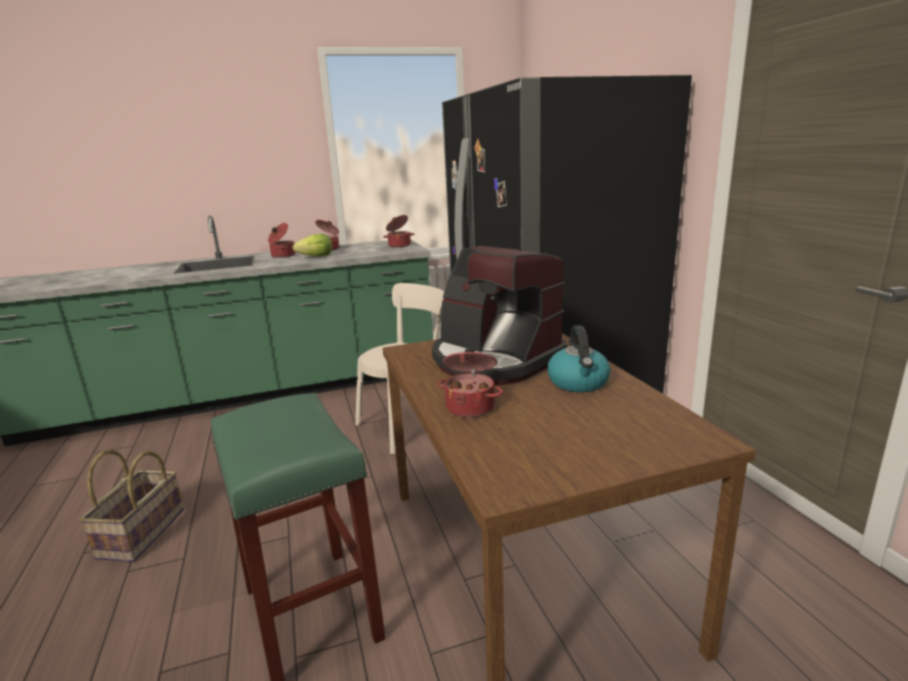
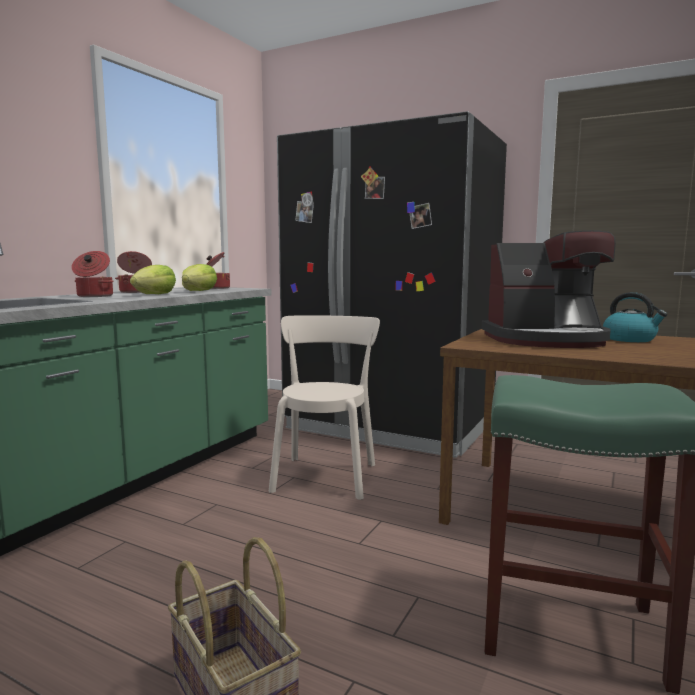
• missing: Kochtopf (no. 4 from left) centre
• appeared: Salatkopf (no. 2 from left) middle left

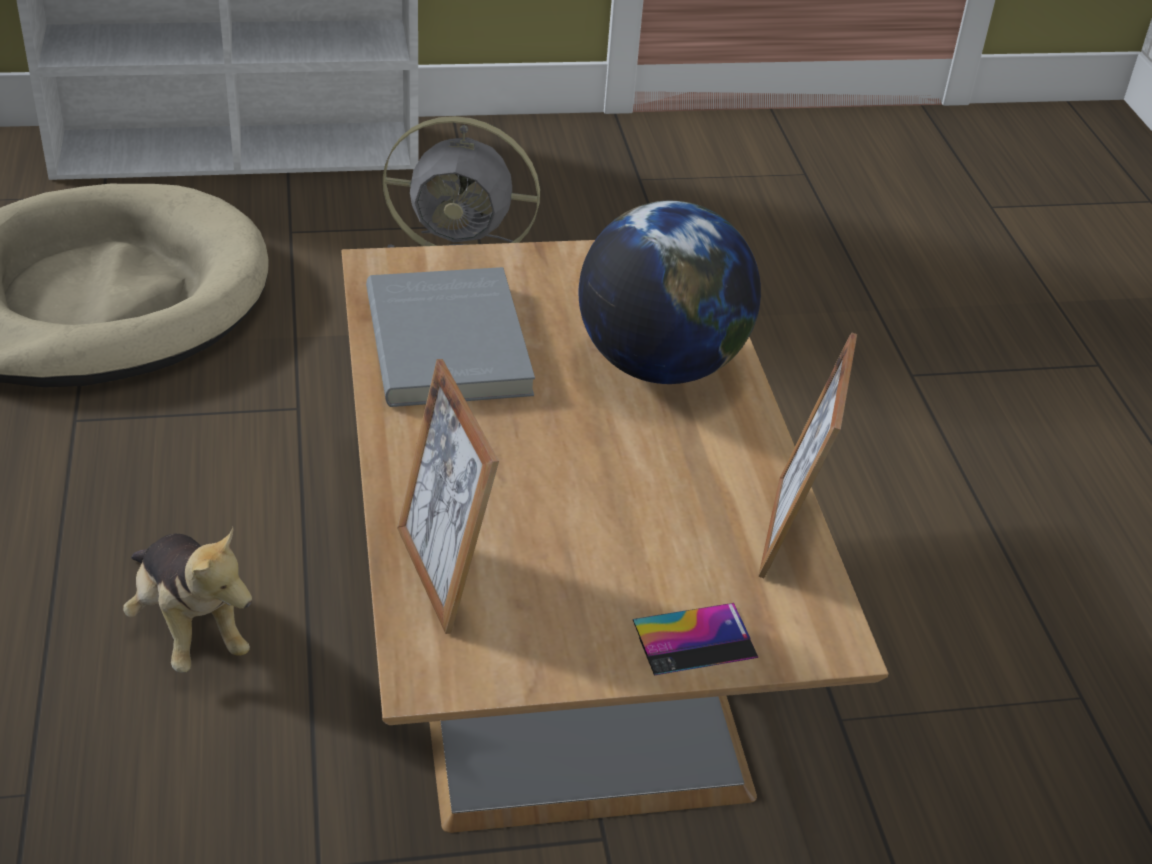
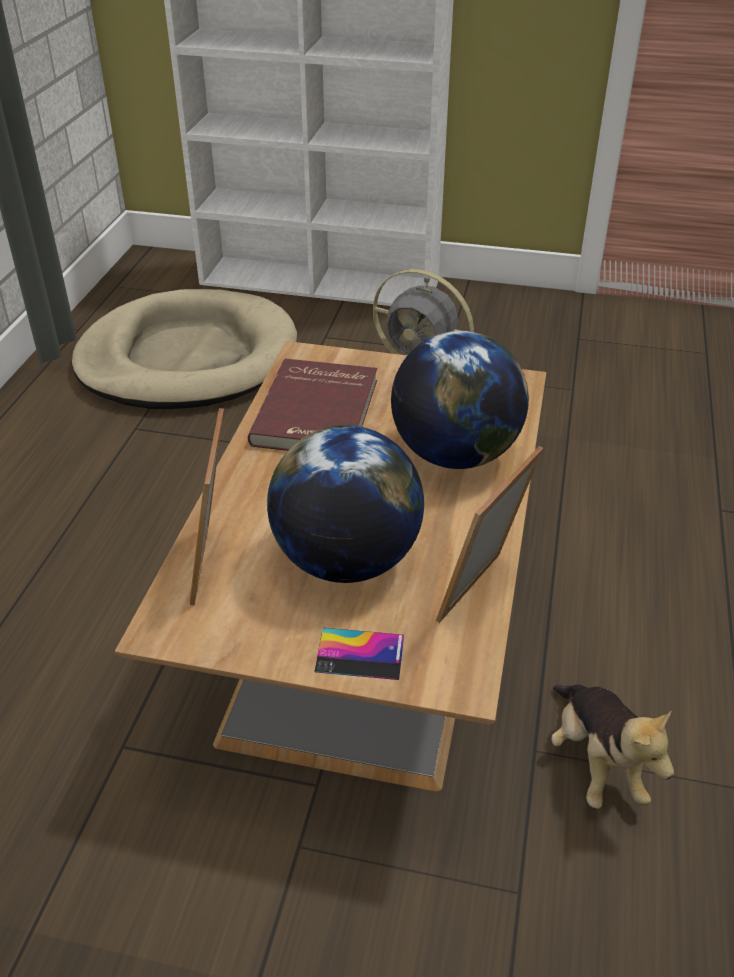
• colour: Buch/grau centre to Buch/rot centre
• relocated: Plüschtier bottom left to bottom right
• appeared: Globus (no. 1 from left) centre

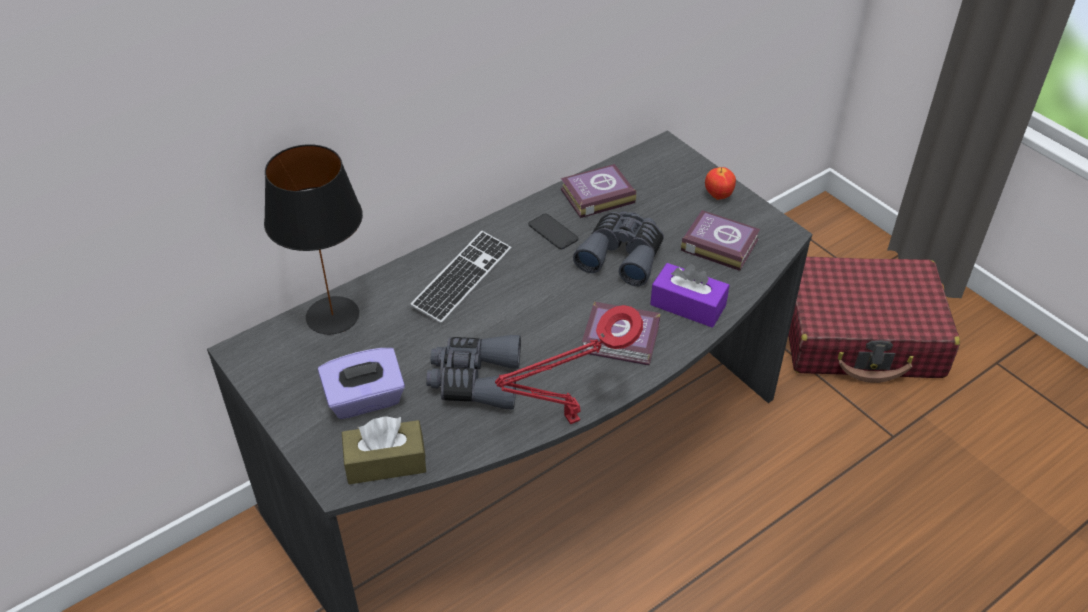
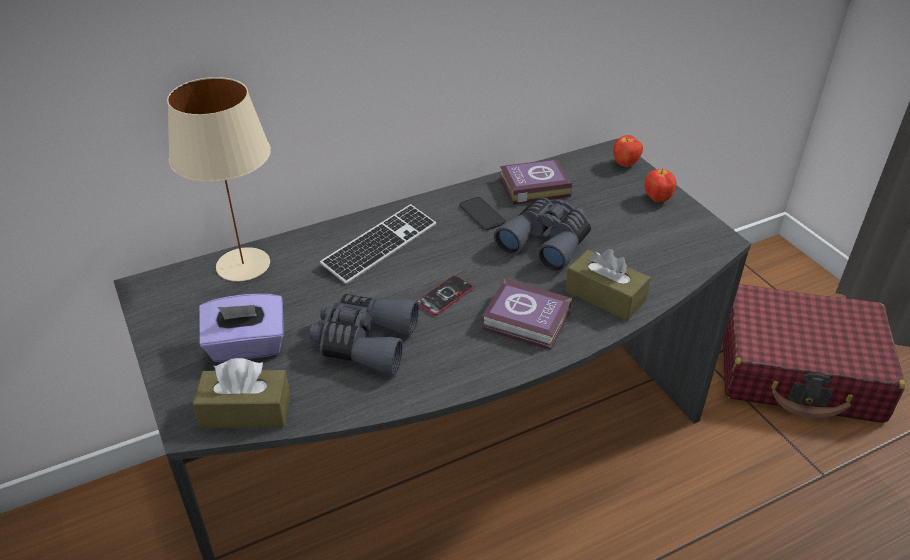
• colour: Tischlampe/schwarz middle left to Tischlampe/beige top left
• missing: Buch (no. 3 from left) centre
• colour: Taschentuchbox/lila (no. 2 from left) centre to Taschentuchbox/braun (no. 2 from left) middle right
• missing: Tischlampe/rot centre
• appeared: Apfel (no. 1 from left) top right
• appeared: Handy (no. 1 from left) centre

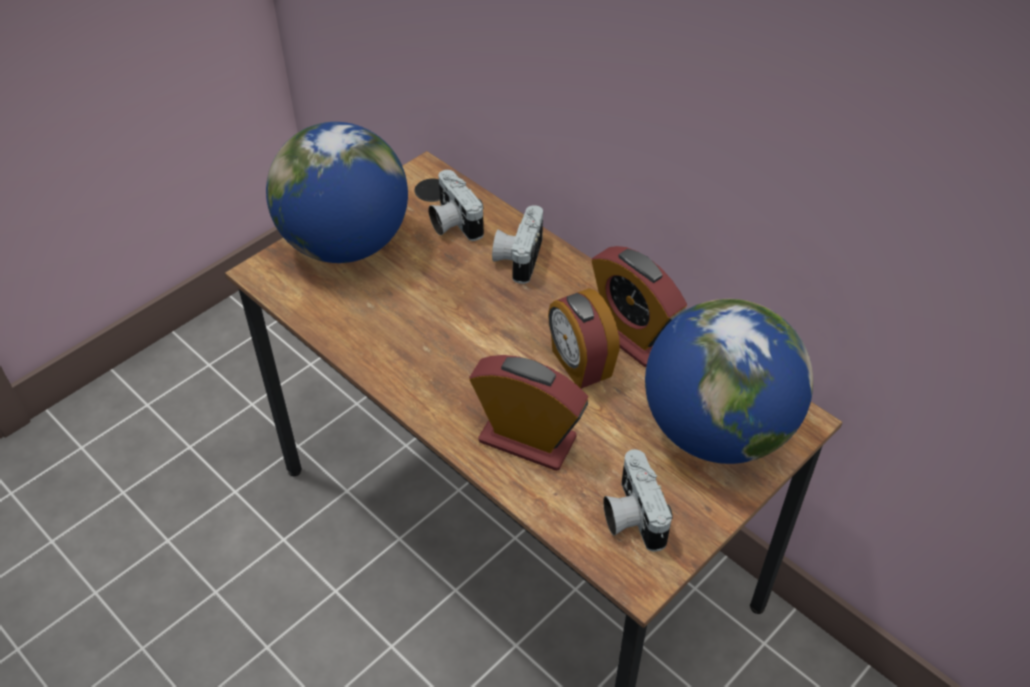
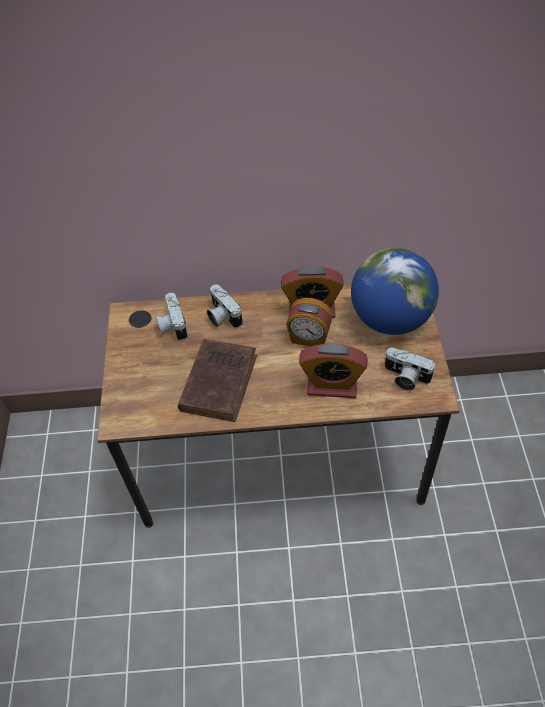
• missing: Globus (no. 1 from left) top left
• spun: Kamera (no. 1 from left) top centre = middle left 60 degrees clockwise
• spun: Wecker (no. 1 from left in the first image) centre = centre 150 degrees counterclockwise
• appeared: Buch/braun centre

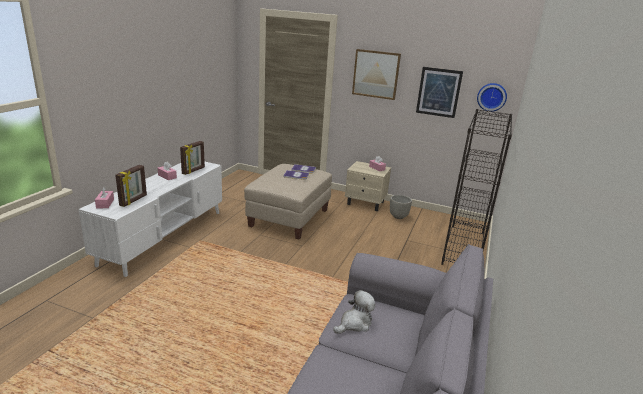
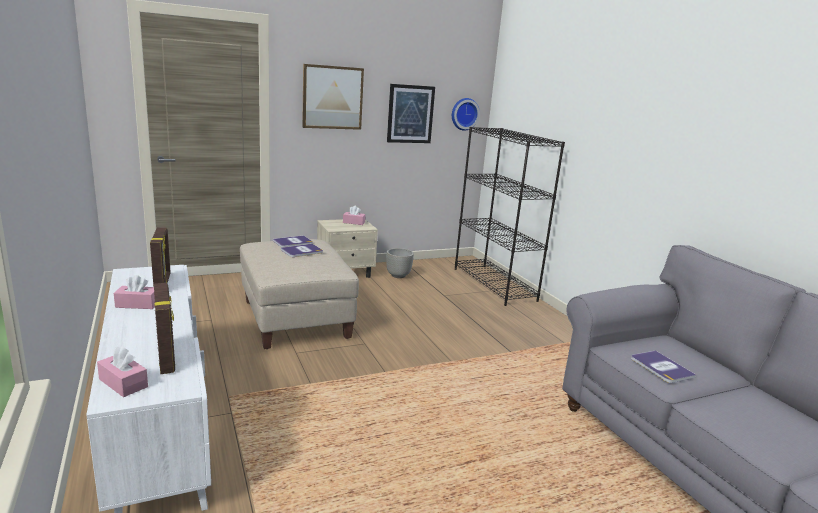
• exchanged: Plüschtier bottom centre to Buch (no. 3 from left) bottom right

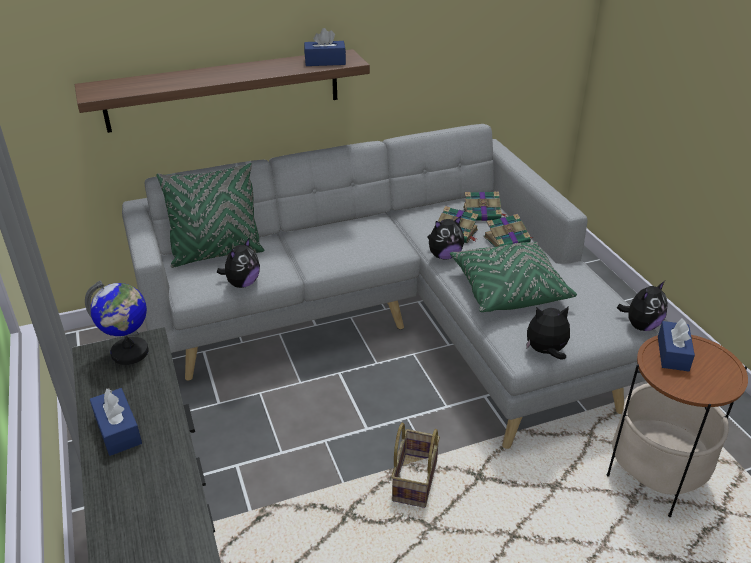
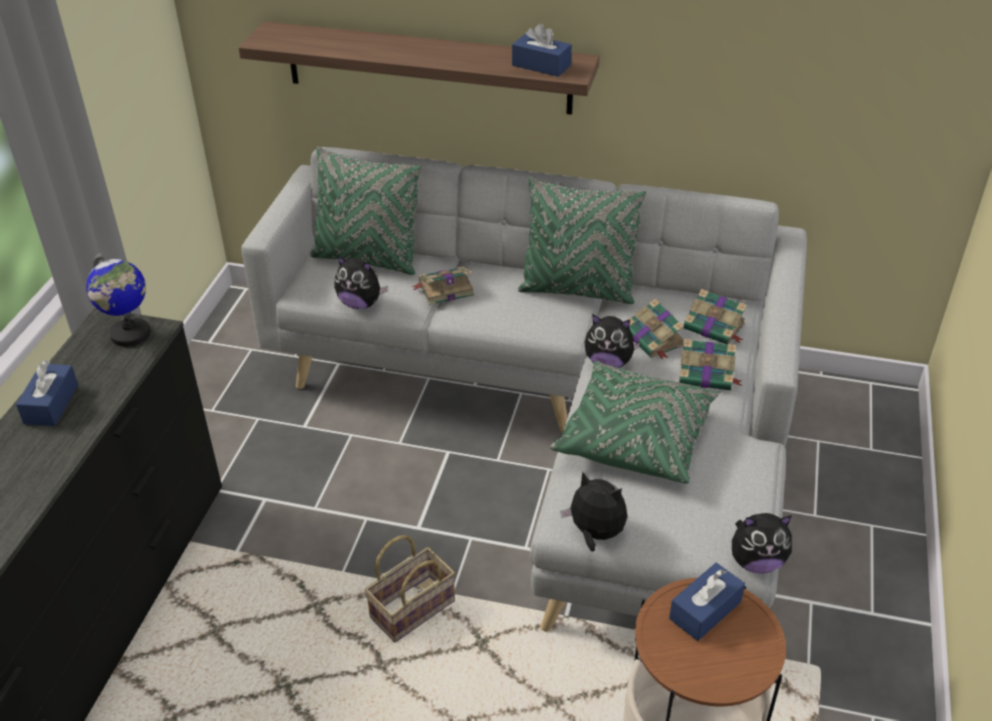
• spun: Plüschtier (no. 1 from left) middle left = centre 45 degrees clockwise
• appeared: Kissen/grün (no. 2 from left) top centre
• appeared: Buch (no. 1 from left) centre

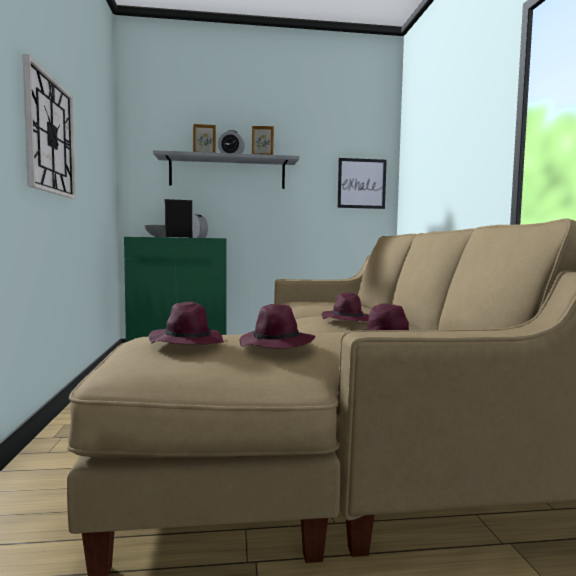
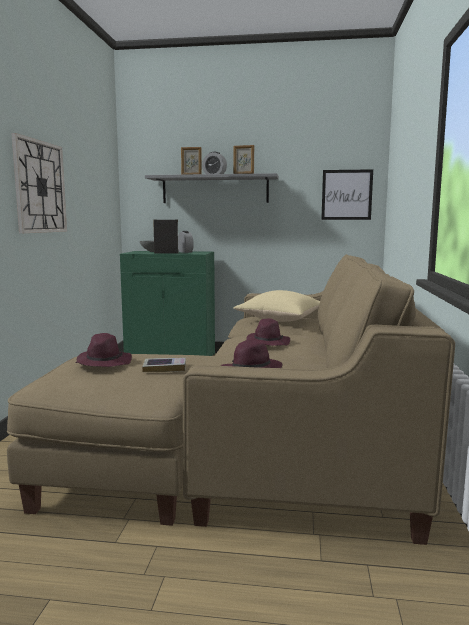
• exchanged: Hut/lila (no. 2 from left) centre to Buch centre
• appeared: Kissen/beige centre

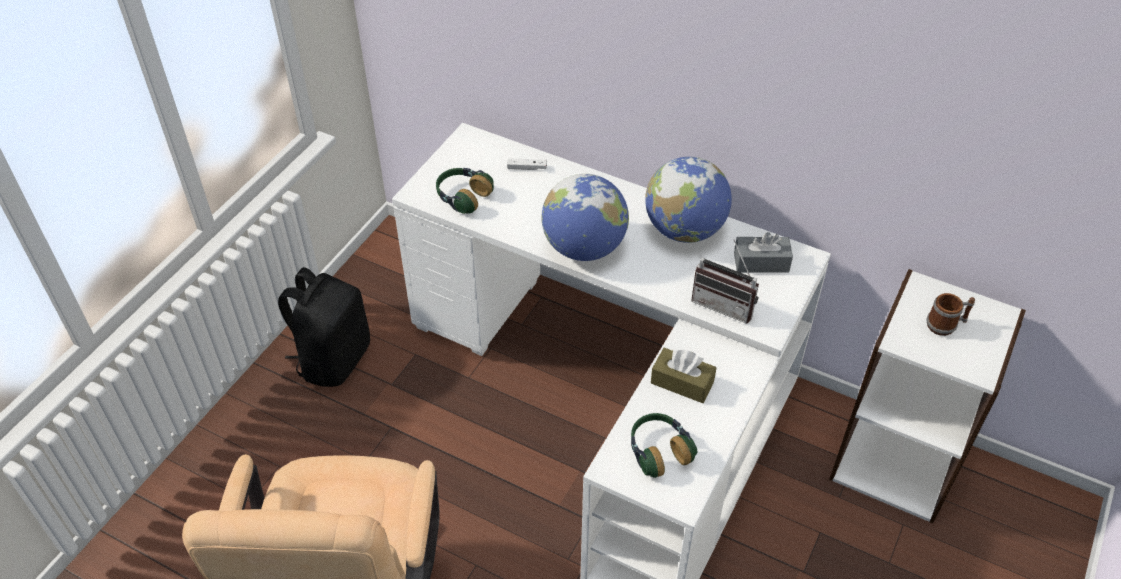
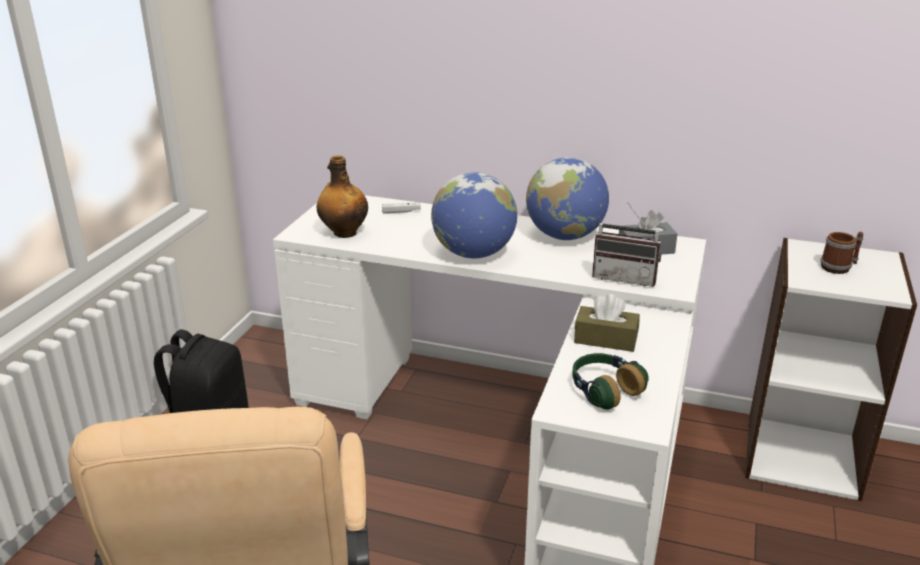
• exchanged: Kopfhörer (no. 1 from left) top centre to Flasche centre

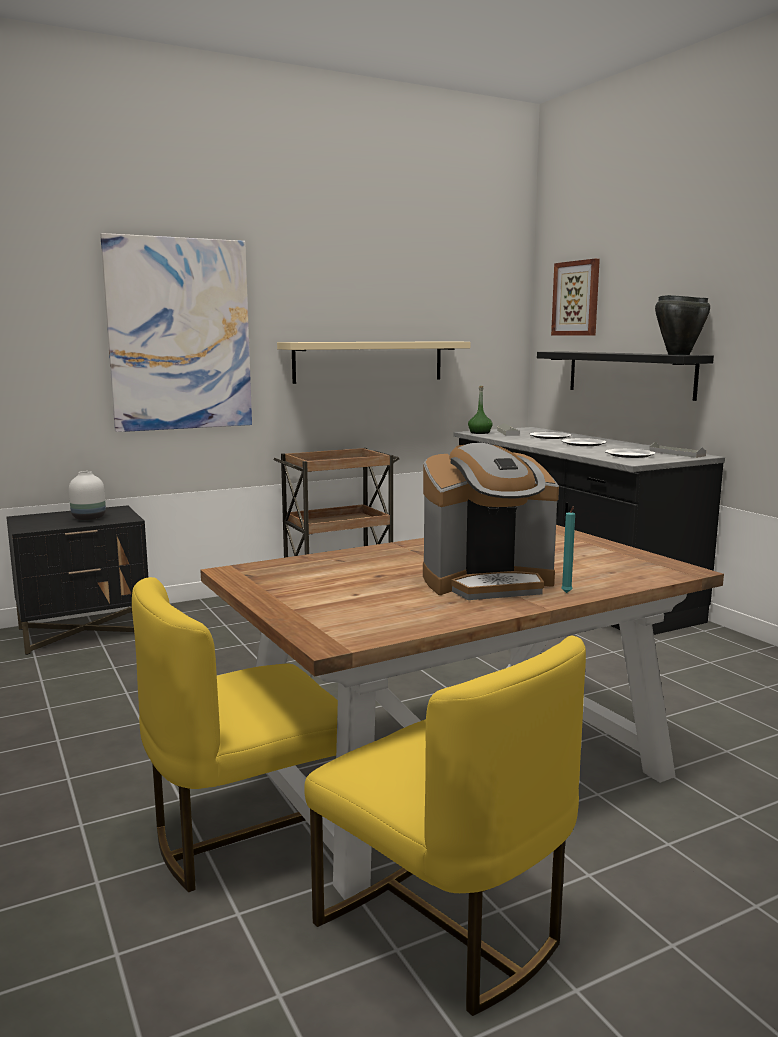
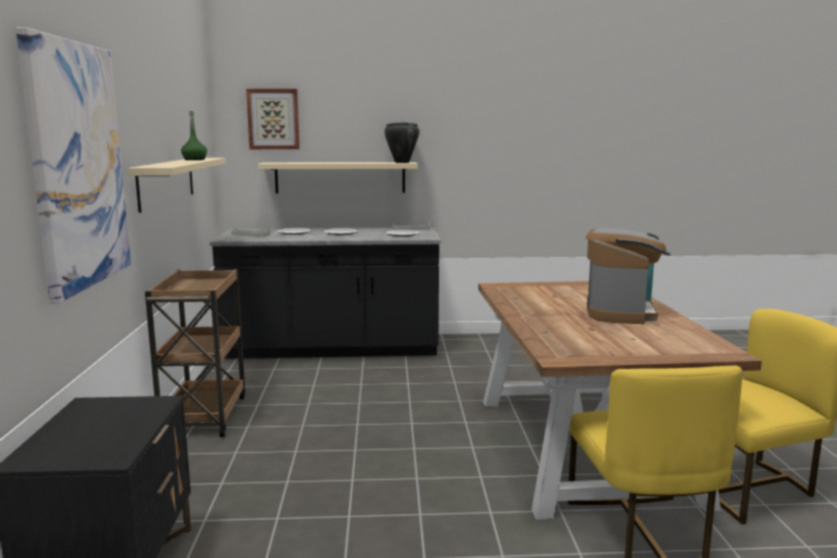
• colour: Wandregal/schwarz middle right to Wandregal/beige (no. 2 from left) top centre
• relocated: Flasche/grün centre to top left
• missing: Vase/weiß middle left

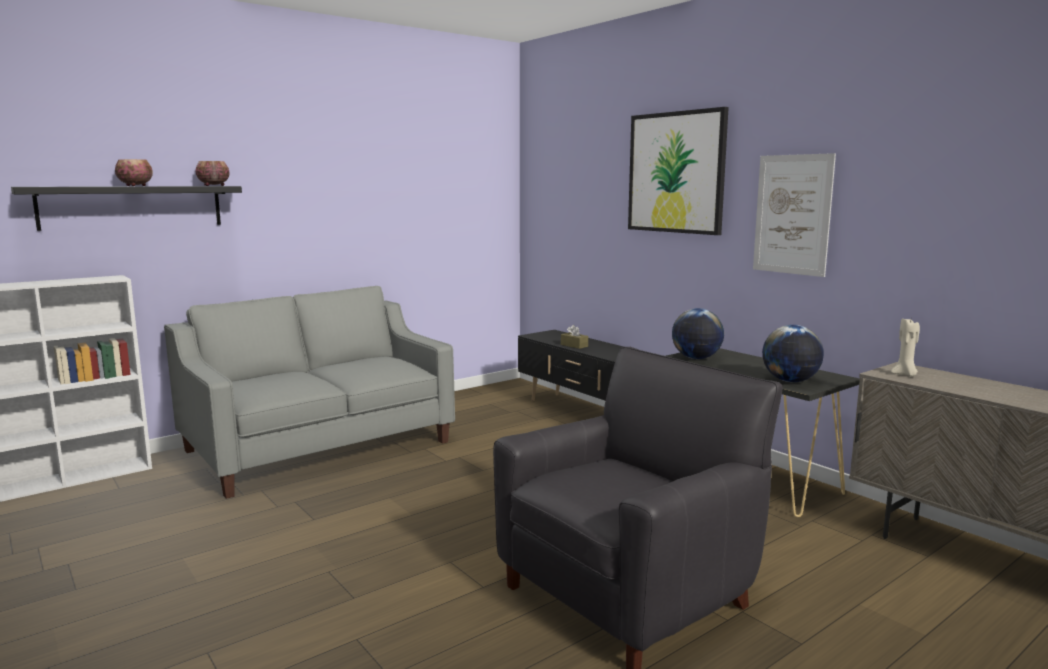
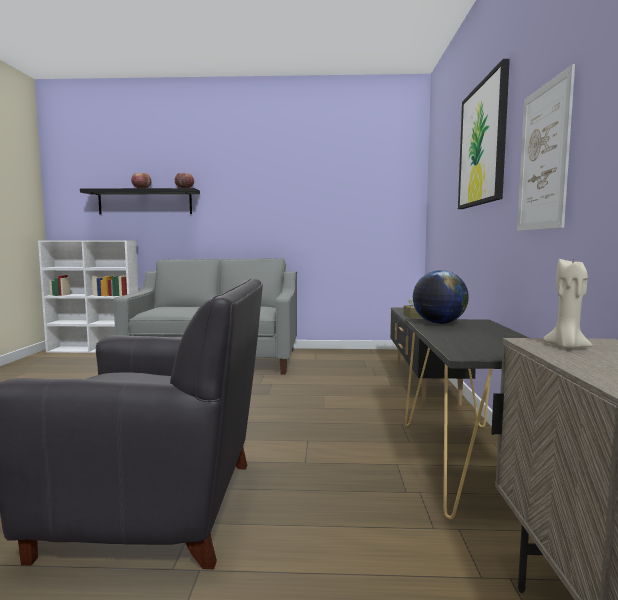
• missing: Globus (no. 2 from left) middle right

